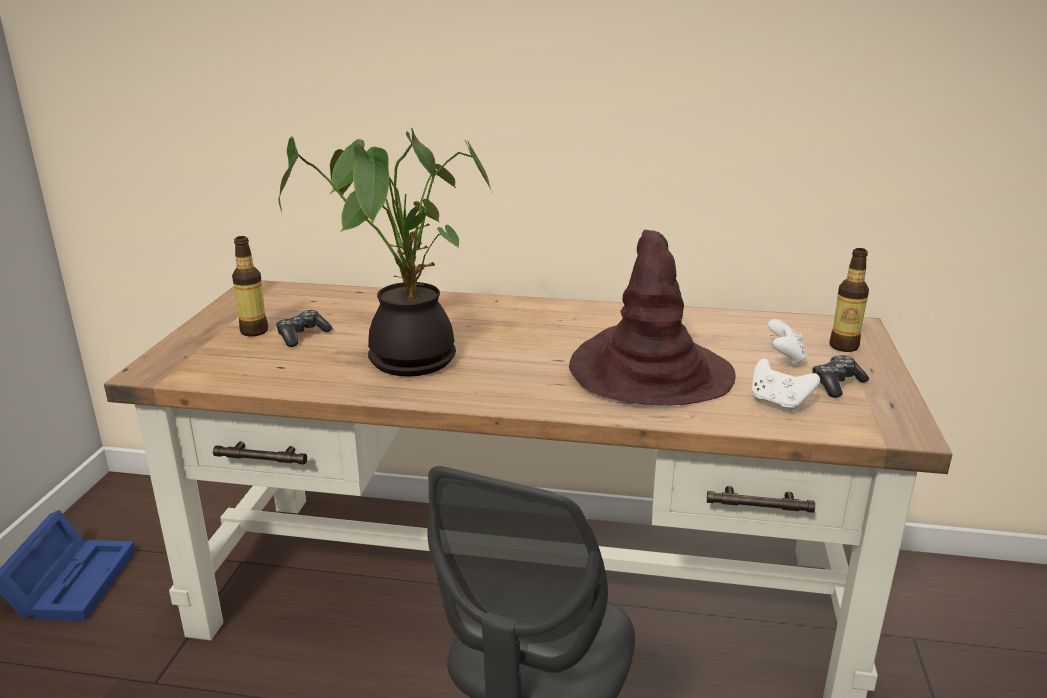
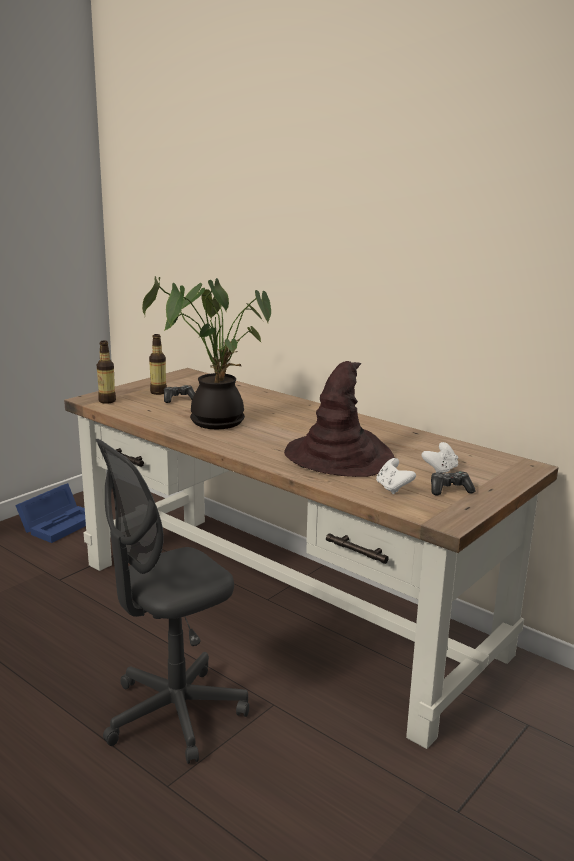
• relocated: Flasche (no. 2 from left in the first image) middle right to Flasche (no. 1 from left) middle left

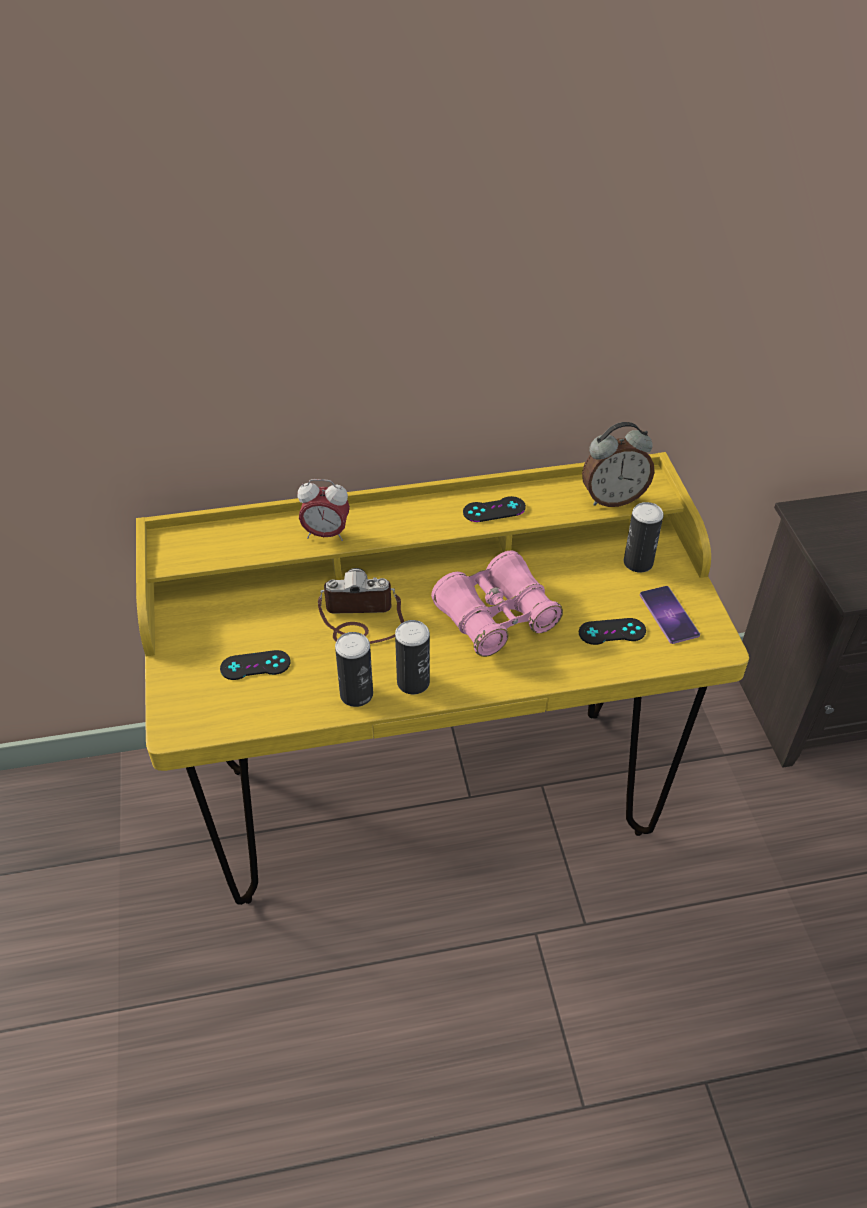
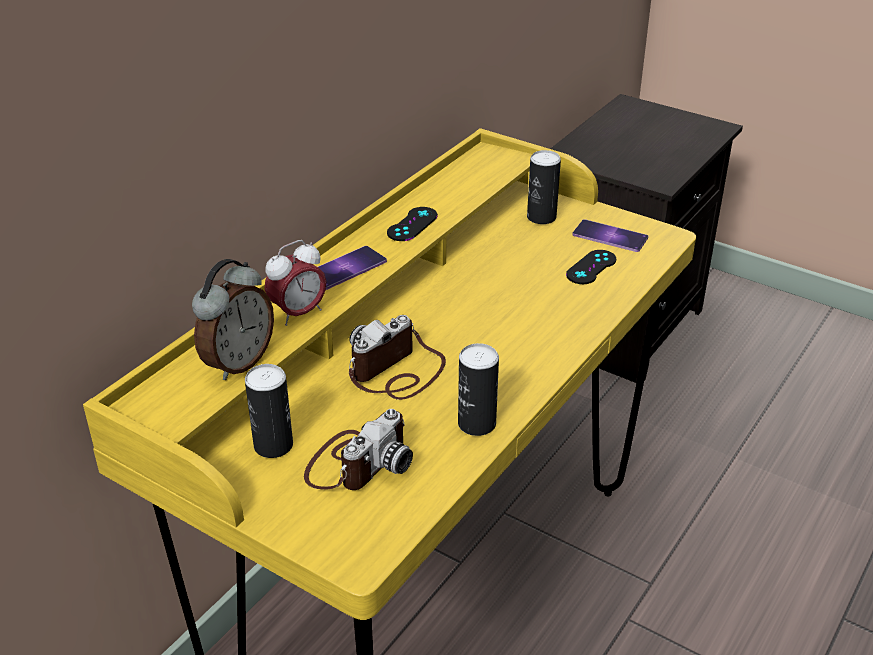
• relocated: Wecker (no. 2 from left in the first image) middle right to Wecker (no. 1 from left) middle left
• missing: Fernglas/rosa centre
• relocated: Dose (no. 2 from left in the first image) centre to Dose (no. 1 from left) middle left
• exchanged: Gamepad/schwarz (no. 1 from left) middle left to Kamera (no. 1 from left) bottom centre
• appeared: Handy (no. 1 from left) centre

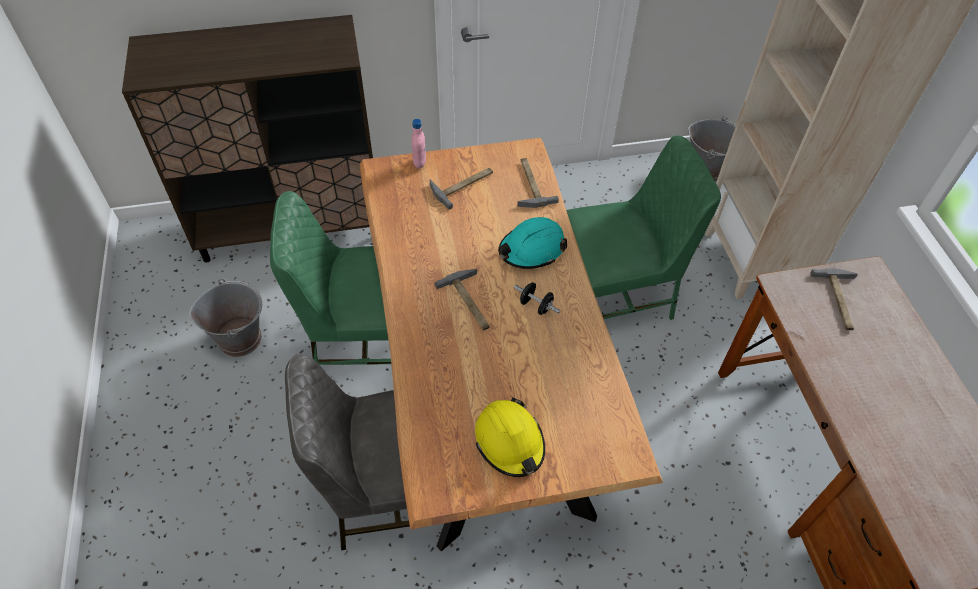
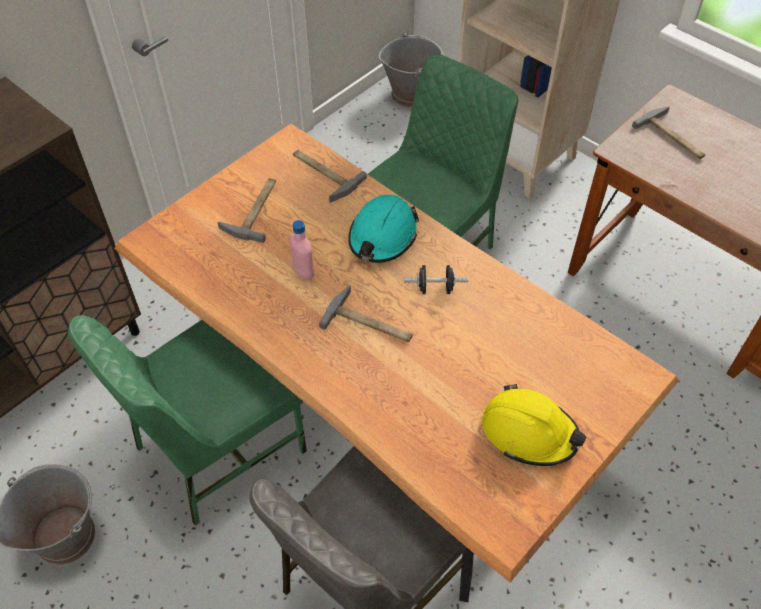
• relocated: Flasche/rosa top centre to centre

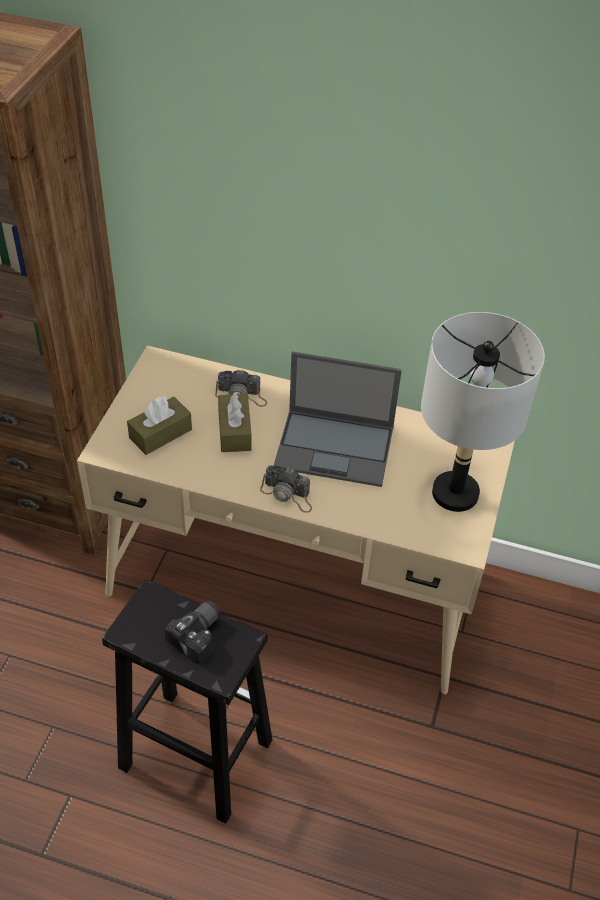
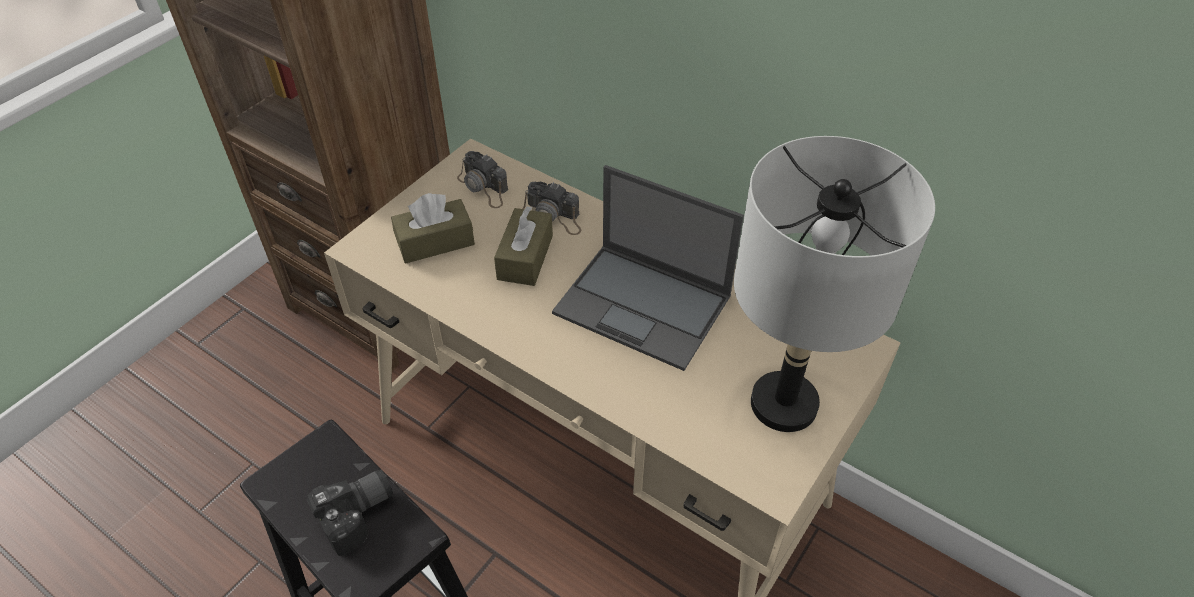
• relocated: Kamera (no. 3 from left in the first image) centre to Kamera (no. 2 from left) top centre

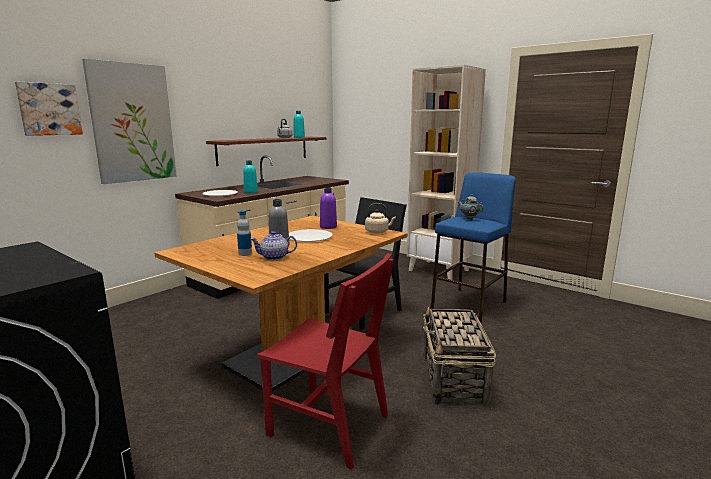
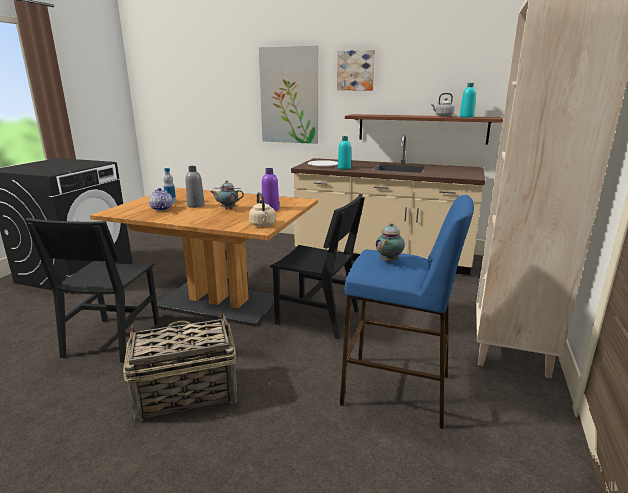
• relocated: Bild (no. 1 from left in the first image) top left to Bild (no. 2 from left) top centre
• exchanged: Teller/weiß (no. 2 from left) centre to Teekanne (no. 2 from left) centre
• colour: Stuhl/rot bottom centre to Stuhl/schwarz (no. 1 from left) middle left

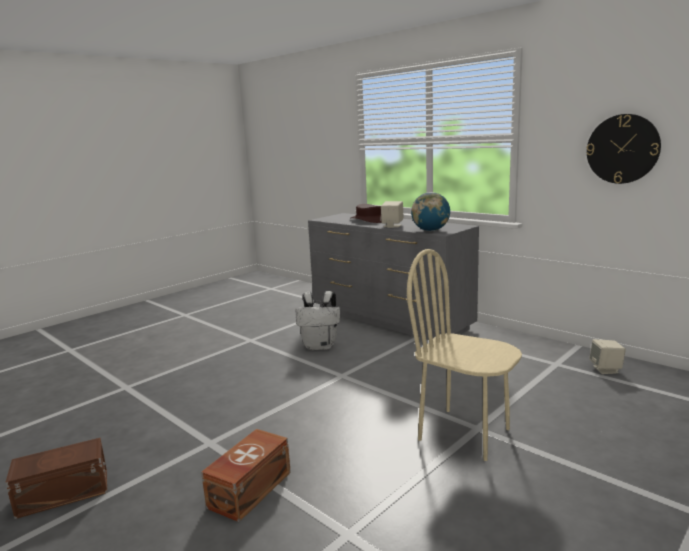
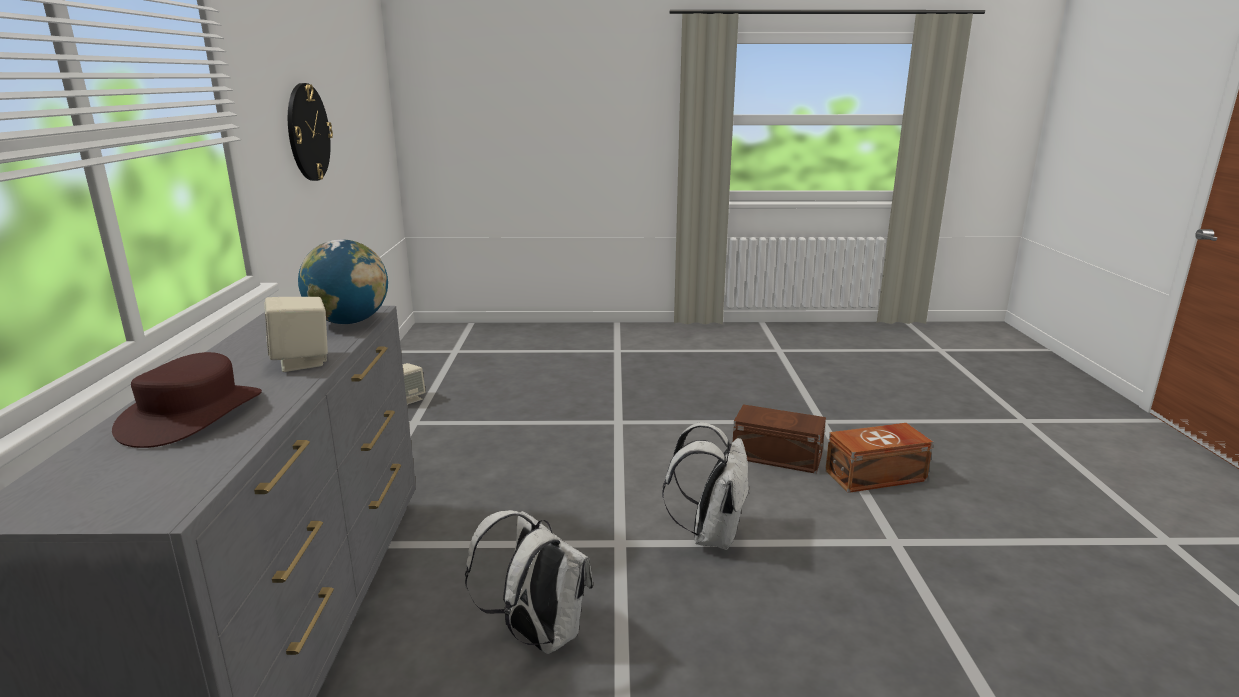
• missing: Stuhl/beige middle right
• relocated: Aufbewahrungsbox/braun (no. 1 from left) bottom left to centre
• appeared: Rucksack/weiß (no. 2 from left) bottom centre

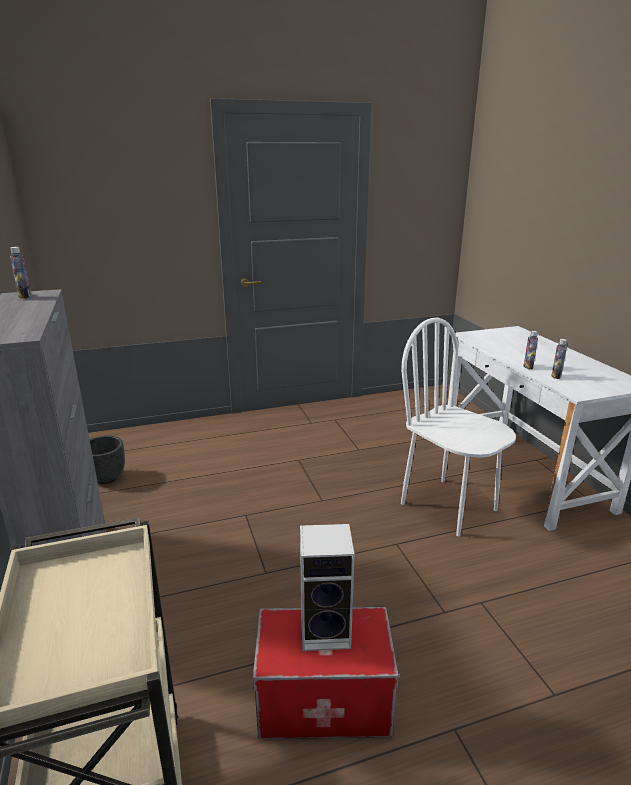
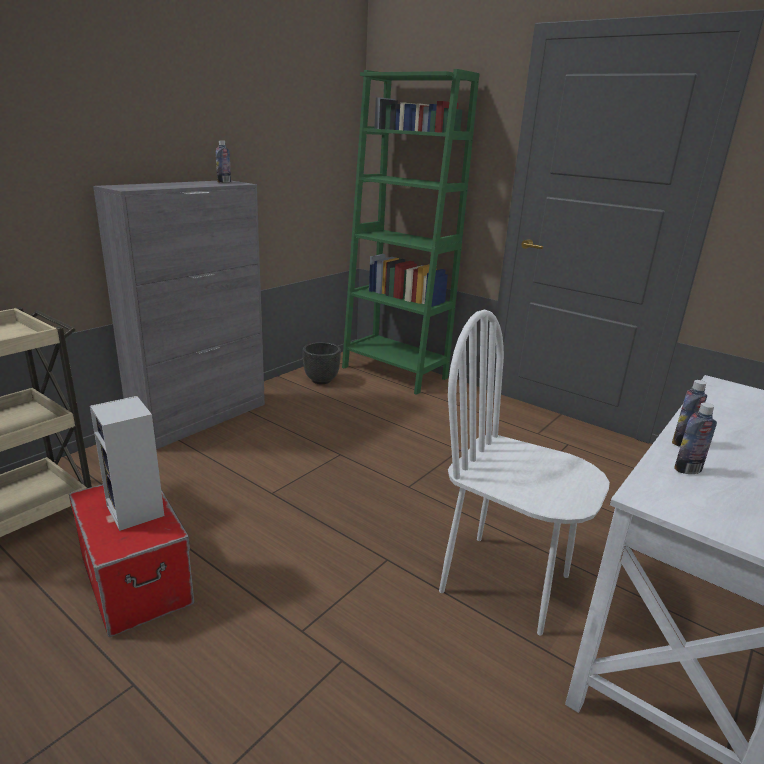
• spun: Stuhl/weiß middle right = middle right 75 degrees counterclockwise
• appeared: Bücherregal/grün top centre

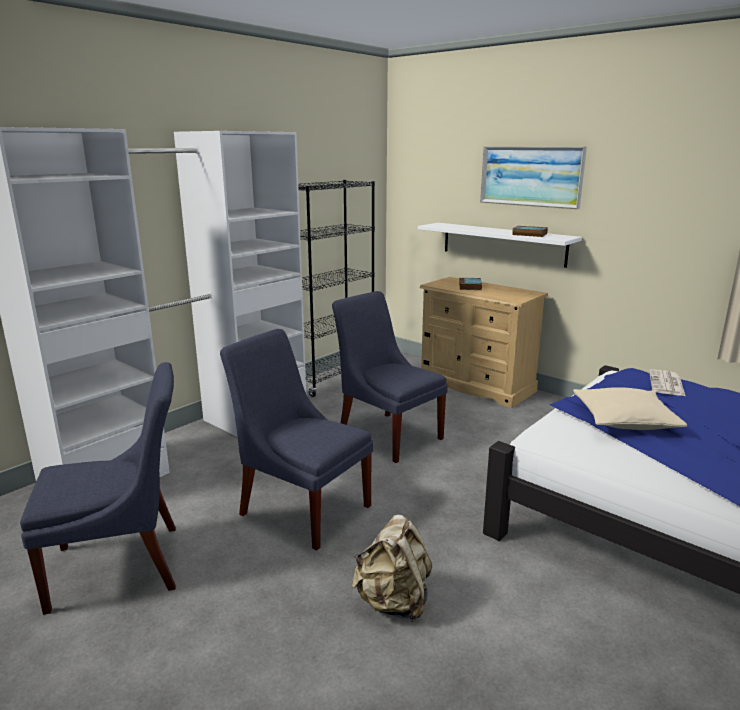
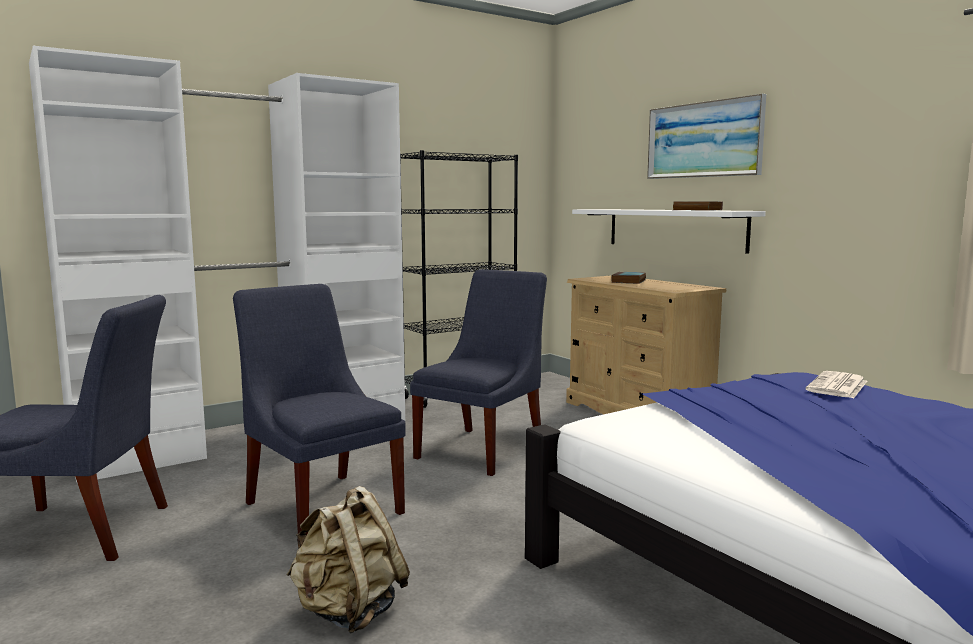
• spun: Stuhl/blau (no. 3 from left) centre = centre 60 degrees clockwise
• missing: Kissen/beige middle right

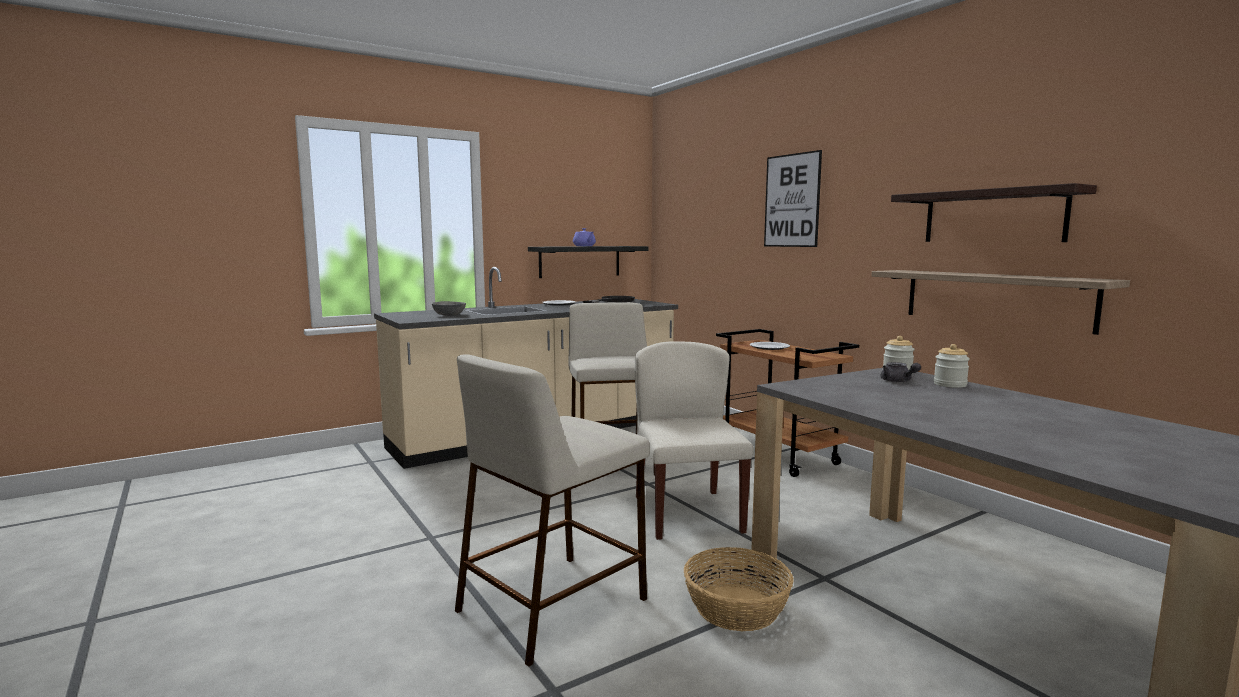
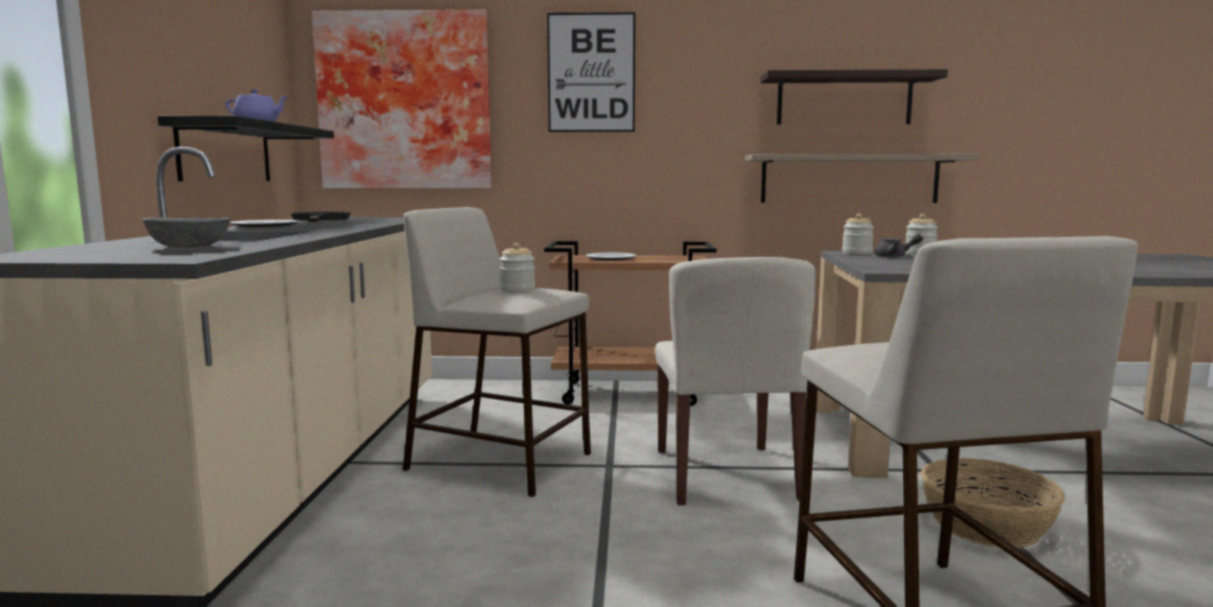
• spun: Stuhl/beige centre = centre 120 degrees counterclockwise
• appeared: Bild (no. 1 from left) top left
• appeared: Vorratsglas (no. 1 from left) centre

